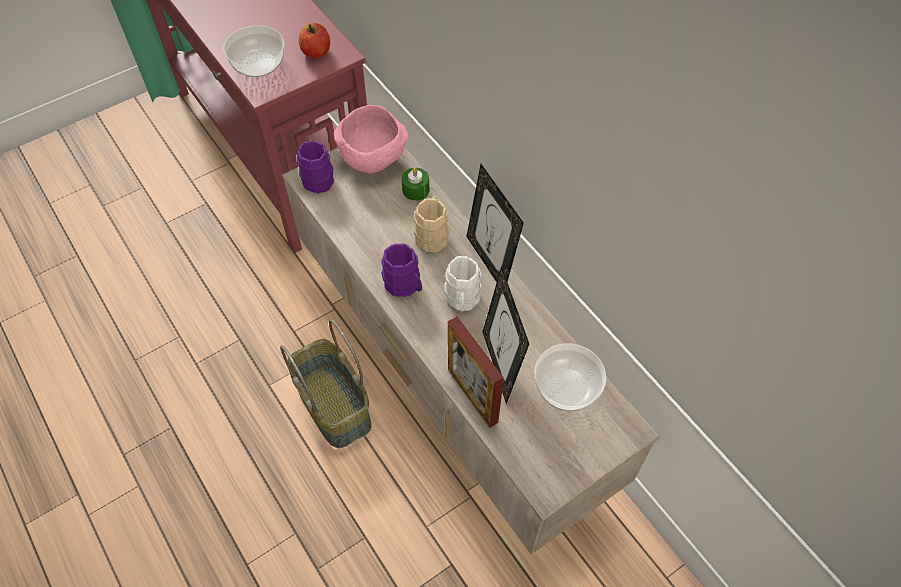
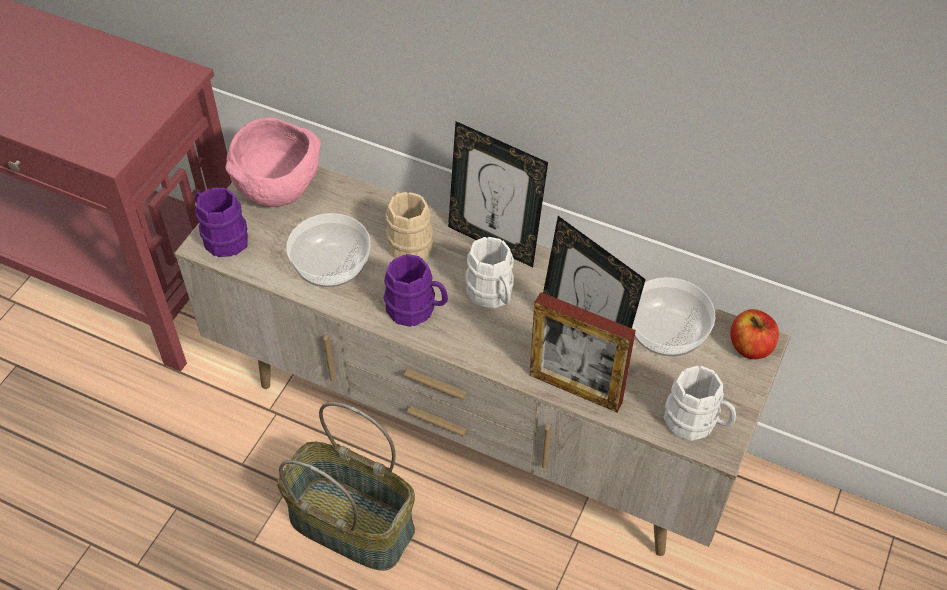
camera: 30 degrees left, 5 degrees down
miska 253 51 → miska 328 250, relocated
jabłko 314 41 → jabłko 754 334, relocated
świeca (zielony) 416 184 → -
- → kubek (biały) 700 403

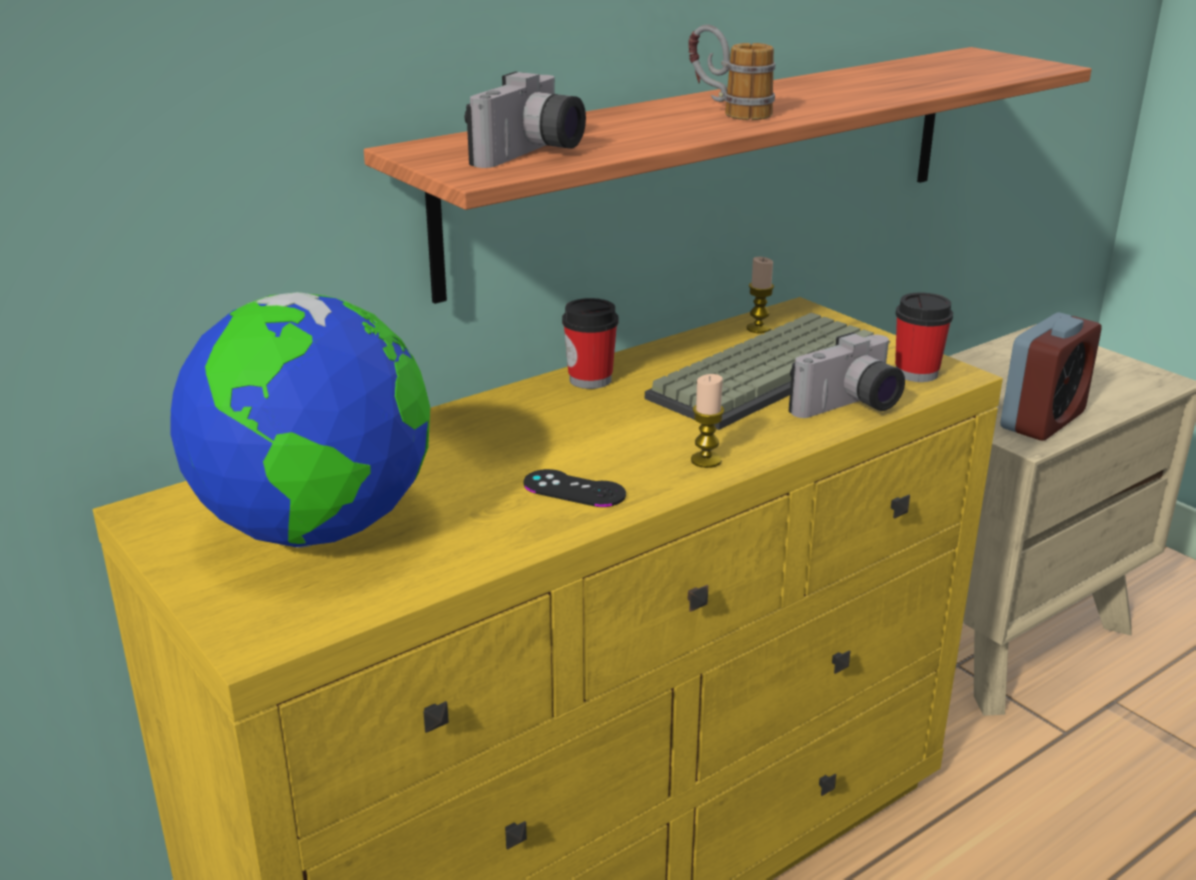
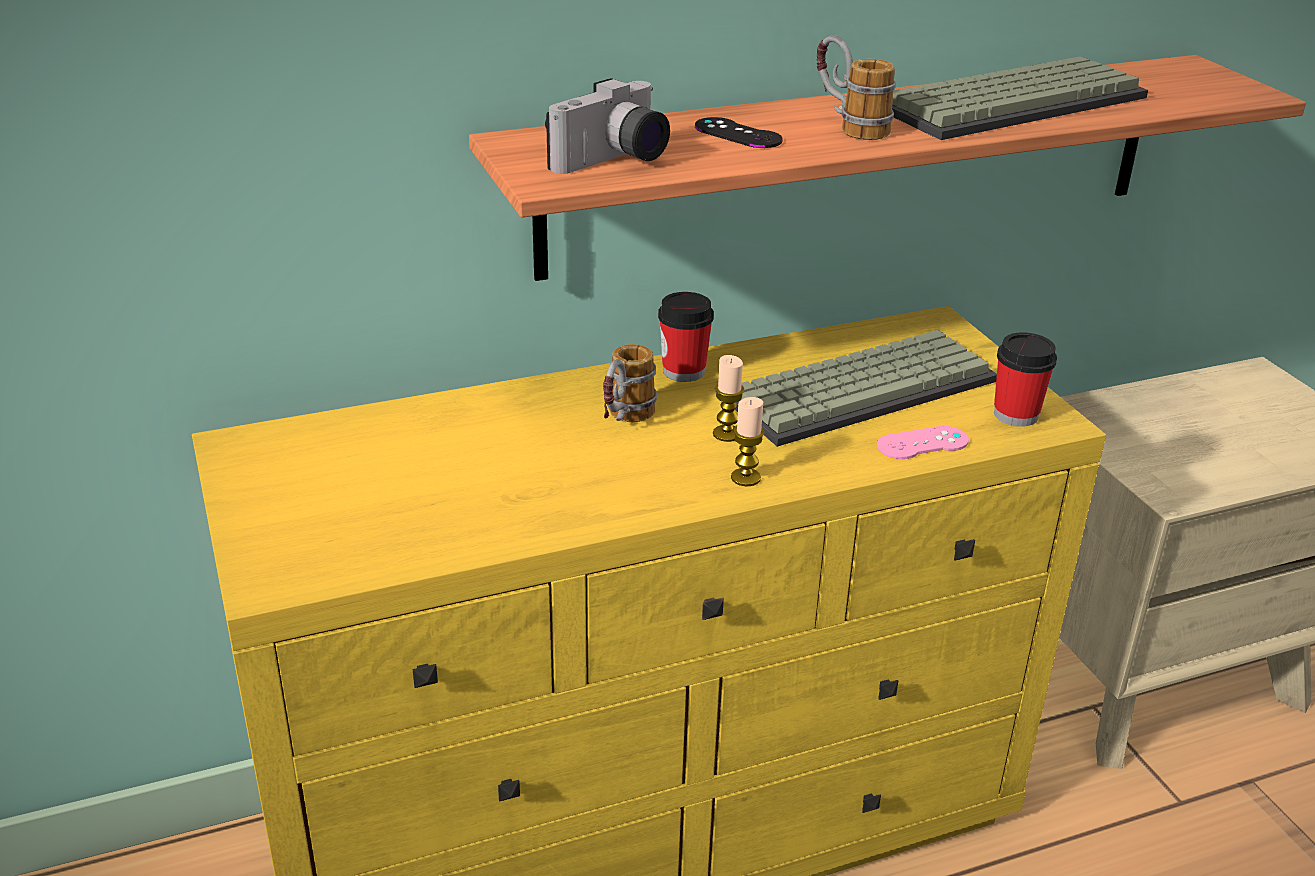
camera: 15 degrees right, 5 degrees up
globus 300 420 → -
pad do gier (czarny) 575 488 → pad do gier (czarny) 739 132, relocated
świeca 760 295 → świeca 728 398, relocated
aparat fotograficzny 847 375 → pad do gier (różowy) 923 442
budzik 1050 376 → -
- → kubek 630 383
- → klawiatura 1020 98

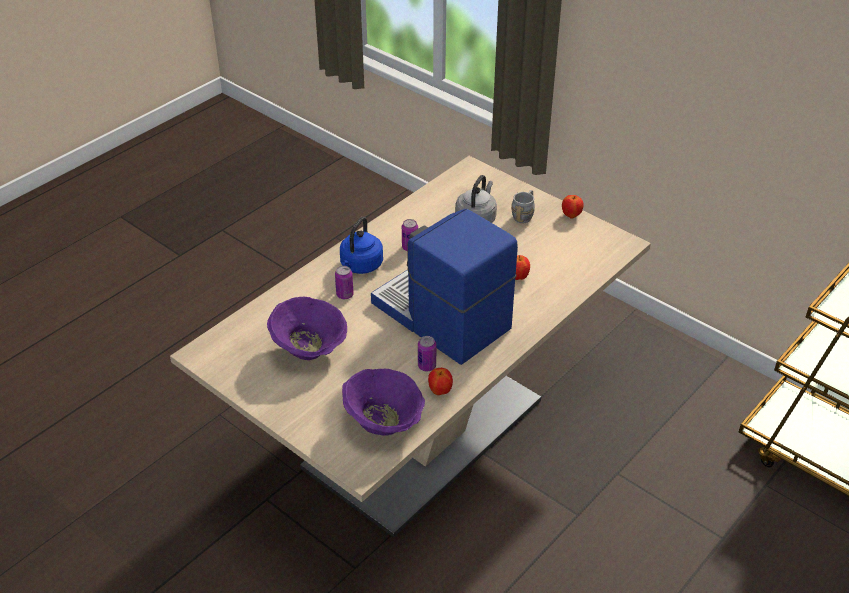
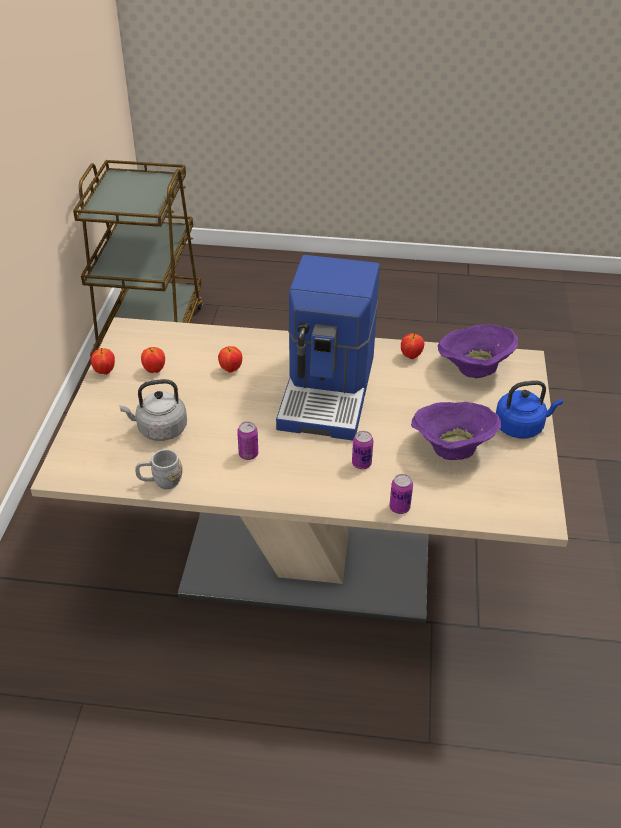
camera: 125 degrees left, 0 degrees up
czajnik (niebieski) 361 245 → czajnik (niebieski) 529 410, relocated
puszka 427 353 → puszka 401 494, relocated
kubek (szary) 523 206 → kubek (szary) 158 469, relocated
- → jabłko 153 360

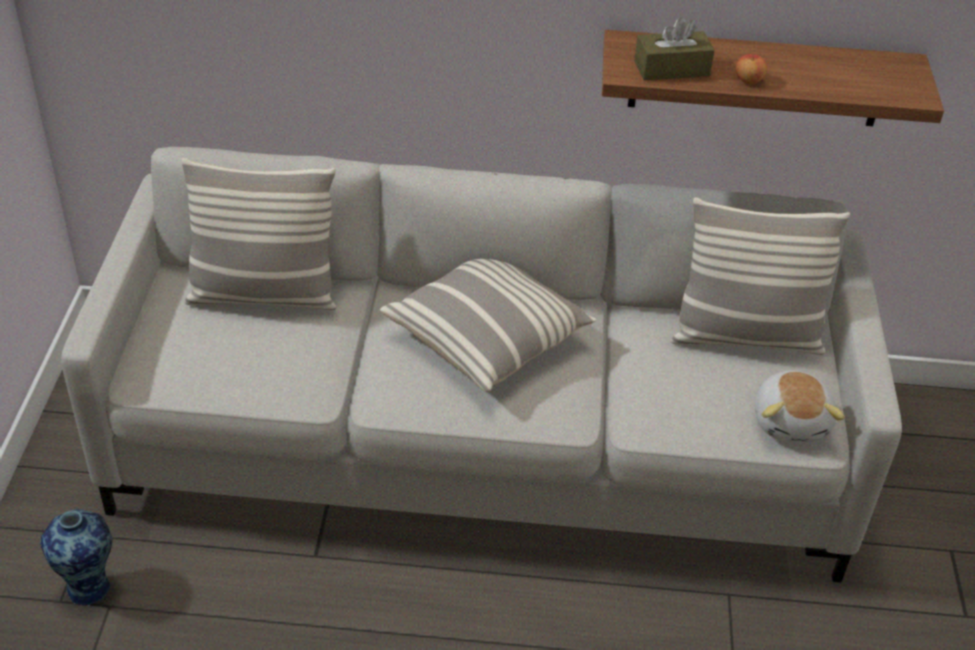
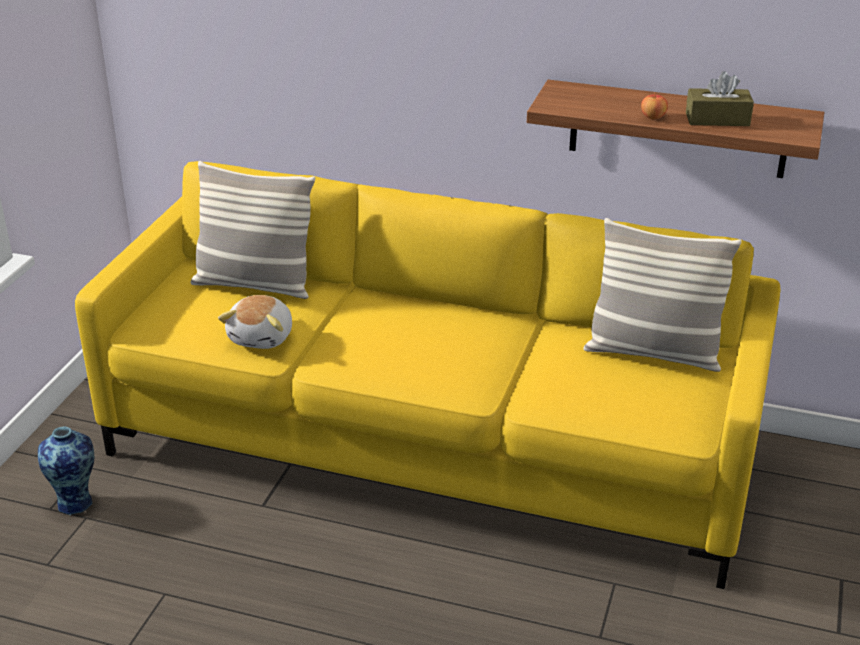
camera: 15 degrees right, 10 degrees down
kanapa (szary) 481 365 → kanapa (żółty) 427 375
poduszka 488 326 → -
pudełko chusteczek (brązowy) 674 48 → pudełko chusteczek (brązowy) 720 98, relocated
pluszak 800 405 → pluszak 255 322, relocated

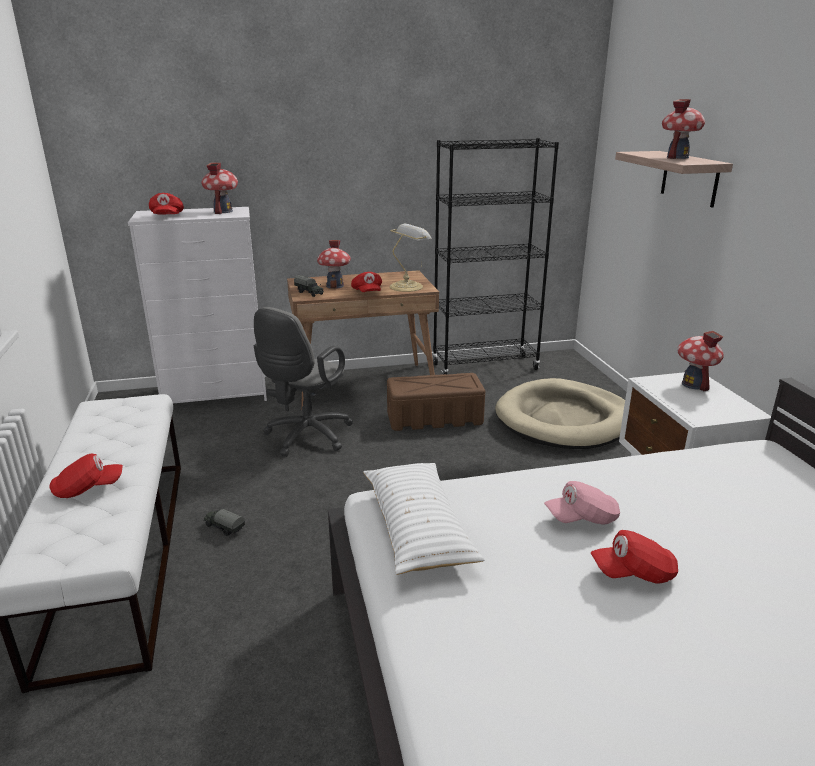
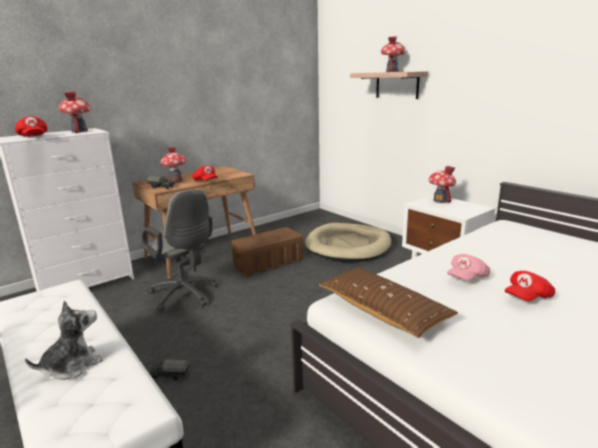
camera: 25 degrees left, 5 degrees down
czapka z daszkiem (czerwony) 86 476 → pluszak 64 340
krzesło biurowe (szary) 303 382 → krzesło biurowe (szary) 180 250, 45 degrees counterclockwise
poduszka (biały) 423 519 → poduszka (brązowy) 388 303
lampa stołowa 410 258 → -
regał (czarny) 495 256 → -

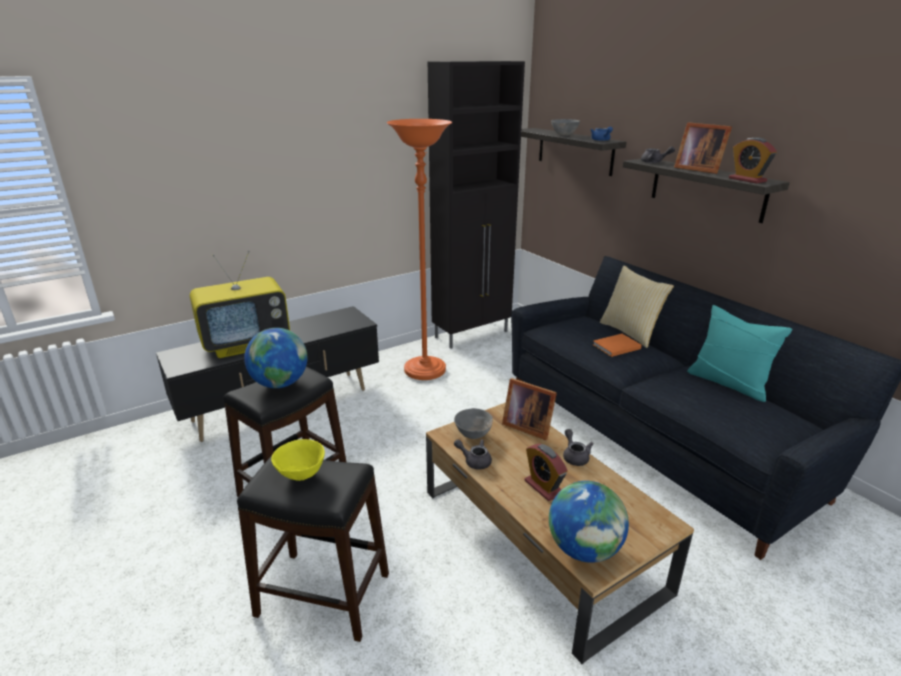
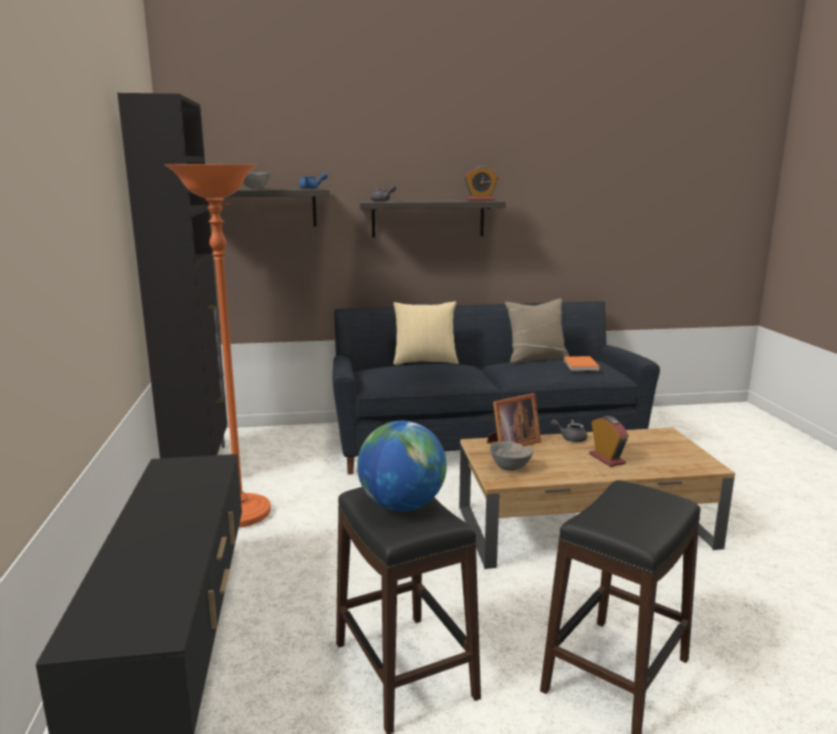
camera: 65 degrees left, 10 degrees down
telewizor 240 304 → -
miska (żółty) 298 460 → -
imbryk (szary) 473 454 → -
budzik 546 472 → budzik 609 441, 105 degrees counterclockwise
globus 589 522 → -
książka (pomarańczowy) 617 345 → książka (pomarańczowy) 581 363, relocated
ramka na zdjęcie 703 148 → -
poduszka (turkusowy) 739 353 → poduszka (beżowy) 537 330

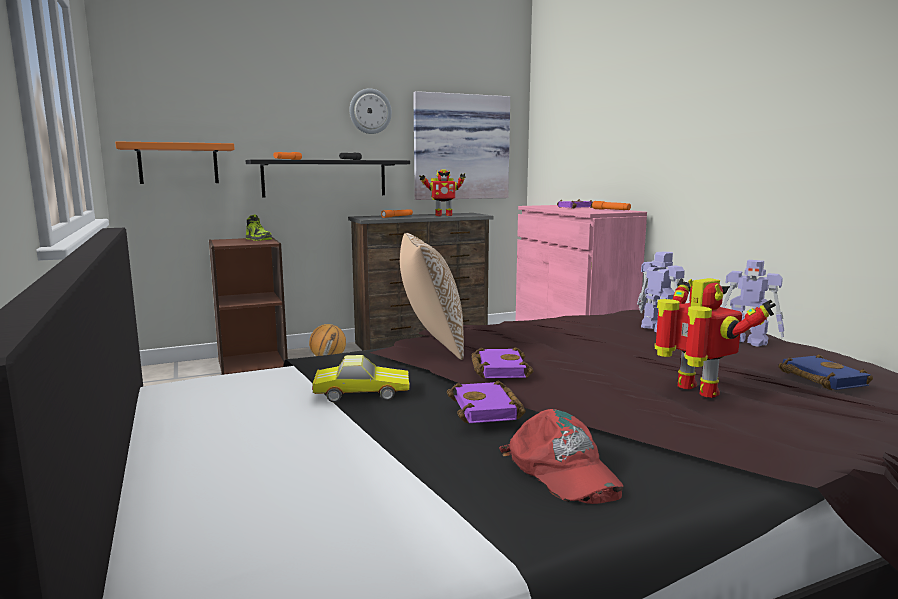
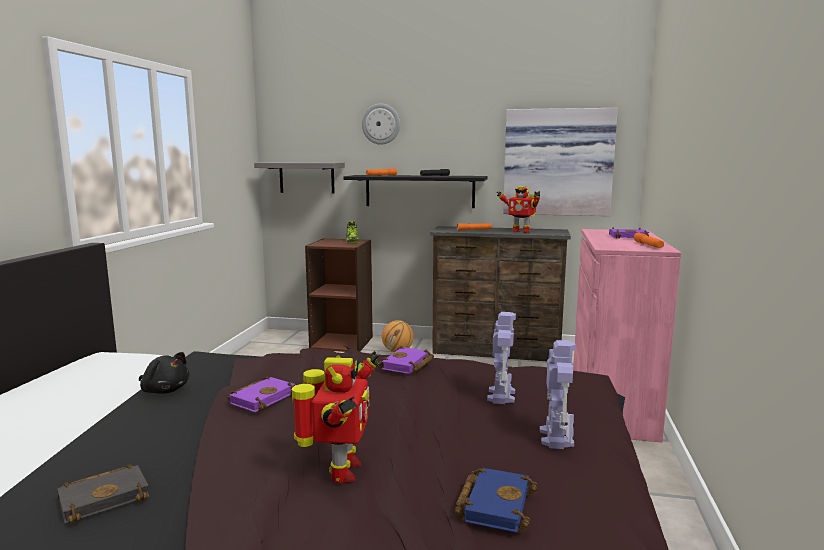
camera: 35 degrees right, 0 degrees up
półka (pomarańczowy) 175 162 → półka (szary) 299 178
samochodzik 361 378 → pluszak (czarny) 164 373
zegar ścienny 371 111 → zegar ścienny 381 124, relocated
poduszka 432 296 → -
książka (fioletowy) 486 402 → książka (fioletowy) 406 360, relocated
czapka z daszkiem (czerwony) 561 456 → książka (czarny) 103 494
robot zabawkowy 752 303 → robot zabawkowy 557 394, 150 degrees counterclockwise

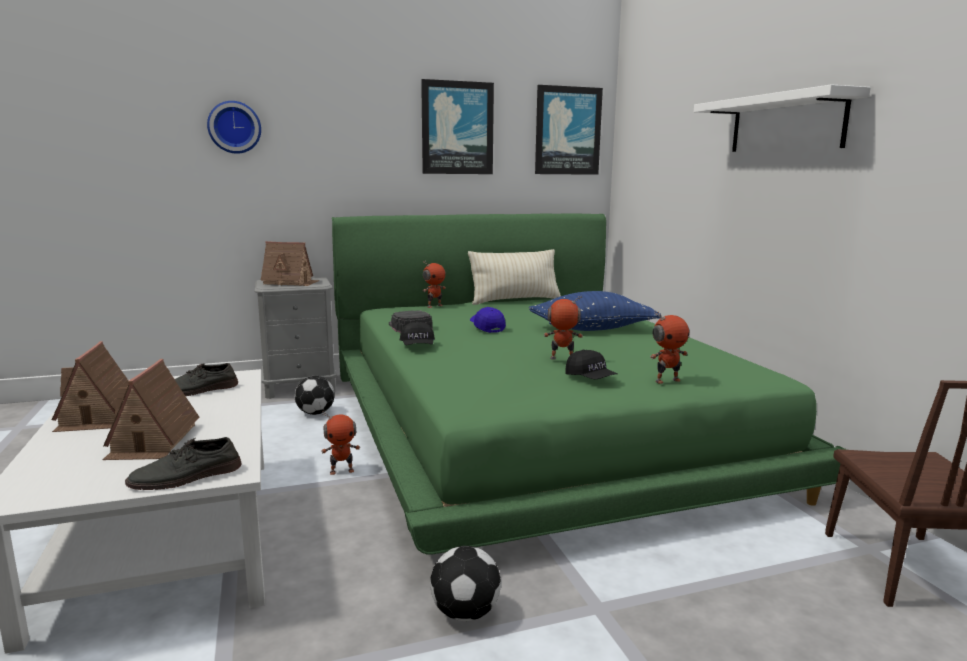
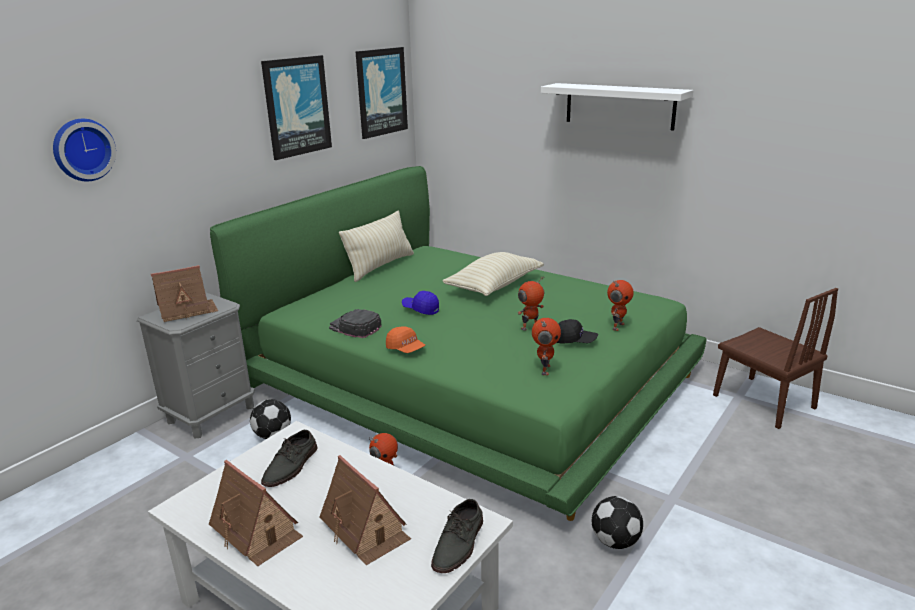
camera: 35 degrees left, 10 degrees up
czapka z daszkiem (czarny) 417 333 → czapka z daszkiem (pomarańczowy) 405 340
robot zabawkowy 434 284 → robot zabawkowy 546 346, relocated
poduszka (niebieski) 595 311 → poduszka (beżowy) 493 274

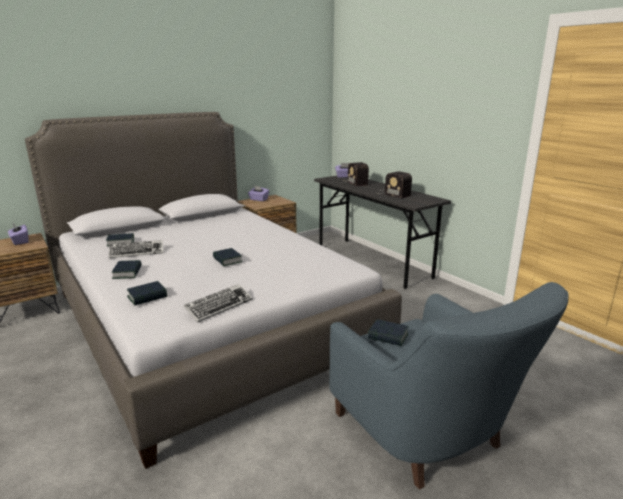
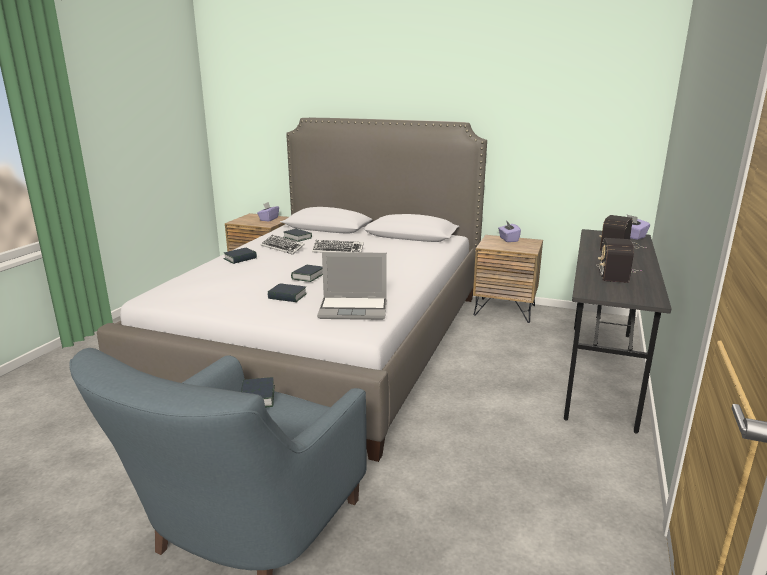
camera: 55 degrees right, 0 degrees up
książka 147 293 → książka 287 292, relocated
klawiatura 218 303 → klawiatura 338 246, relocated
- → laptop 352 286

